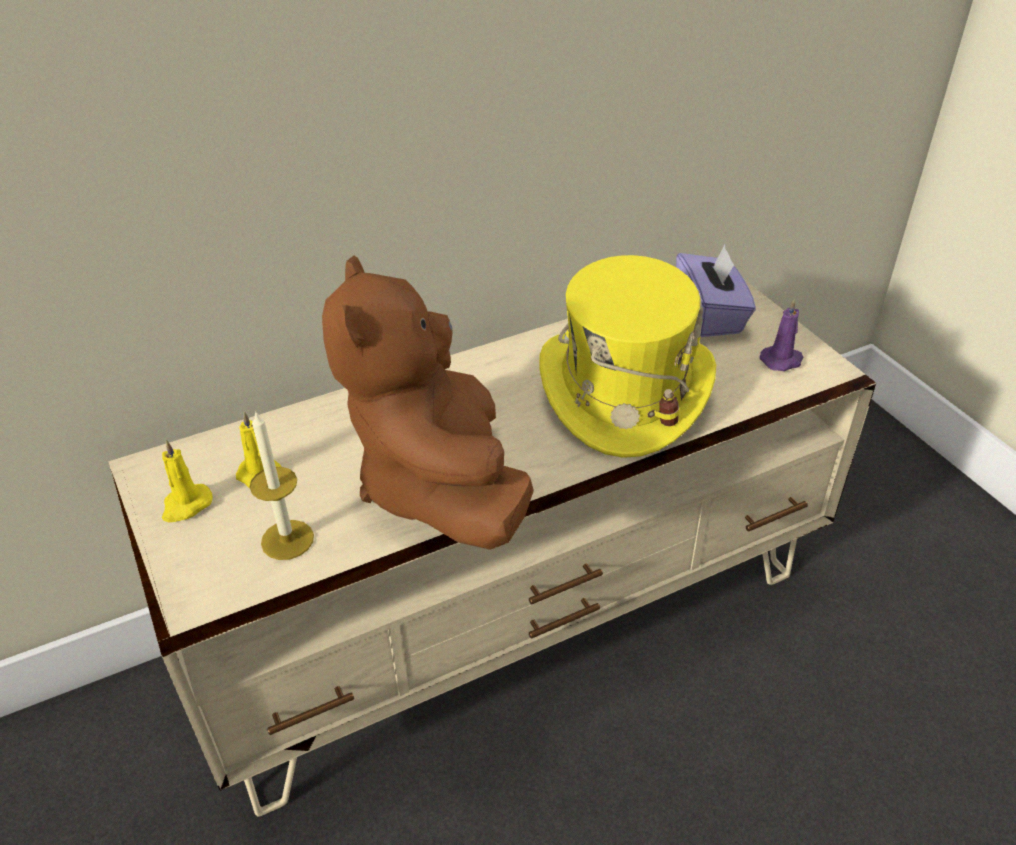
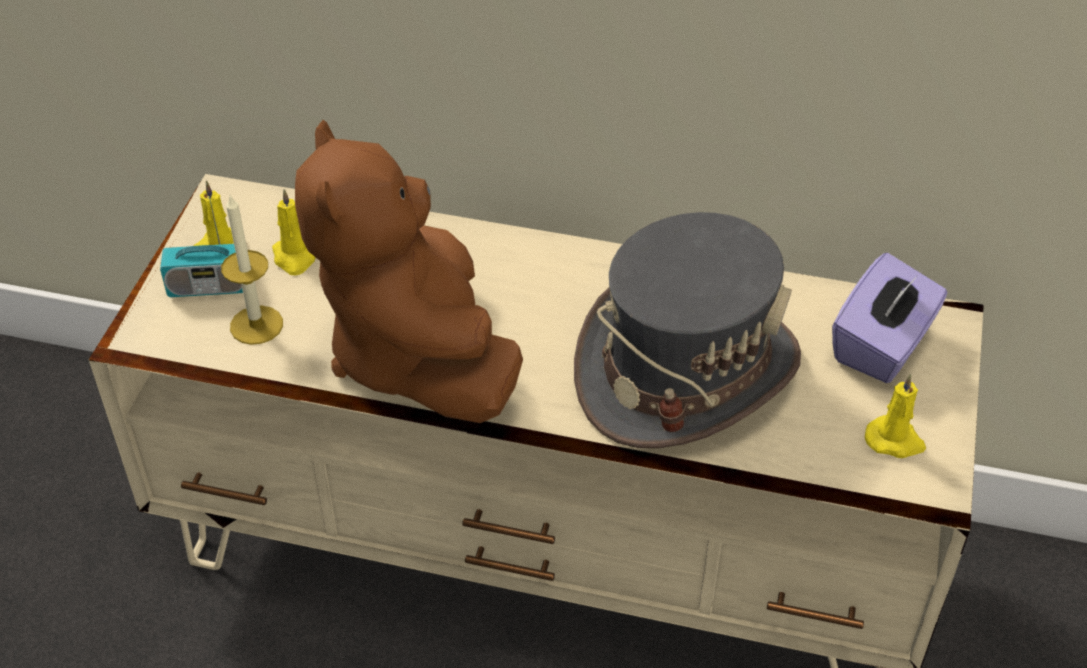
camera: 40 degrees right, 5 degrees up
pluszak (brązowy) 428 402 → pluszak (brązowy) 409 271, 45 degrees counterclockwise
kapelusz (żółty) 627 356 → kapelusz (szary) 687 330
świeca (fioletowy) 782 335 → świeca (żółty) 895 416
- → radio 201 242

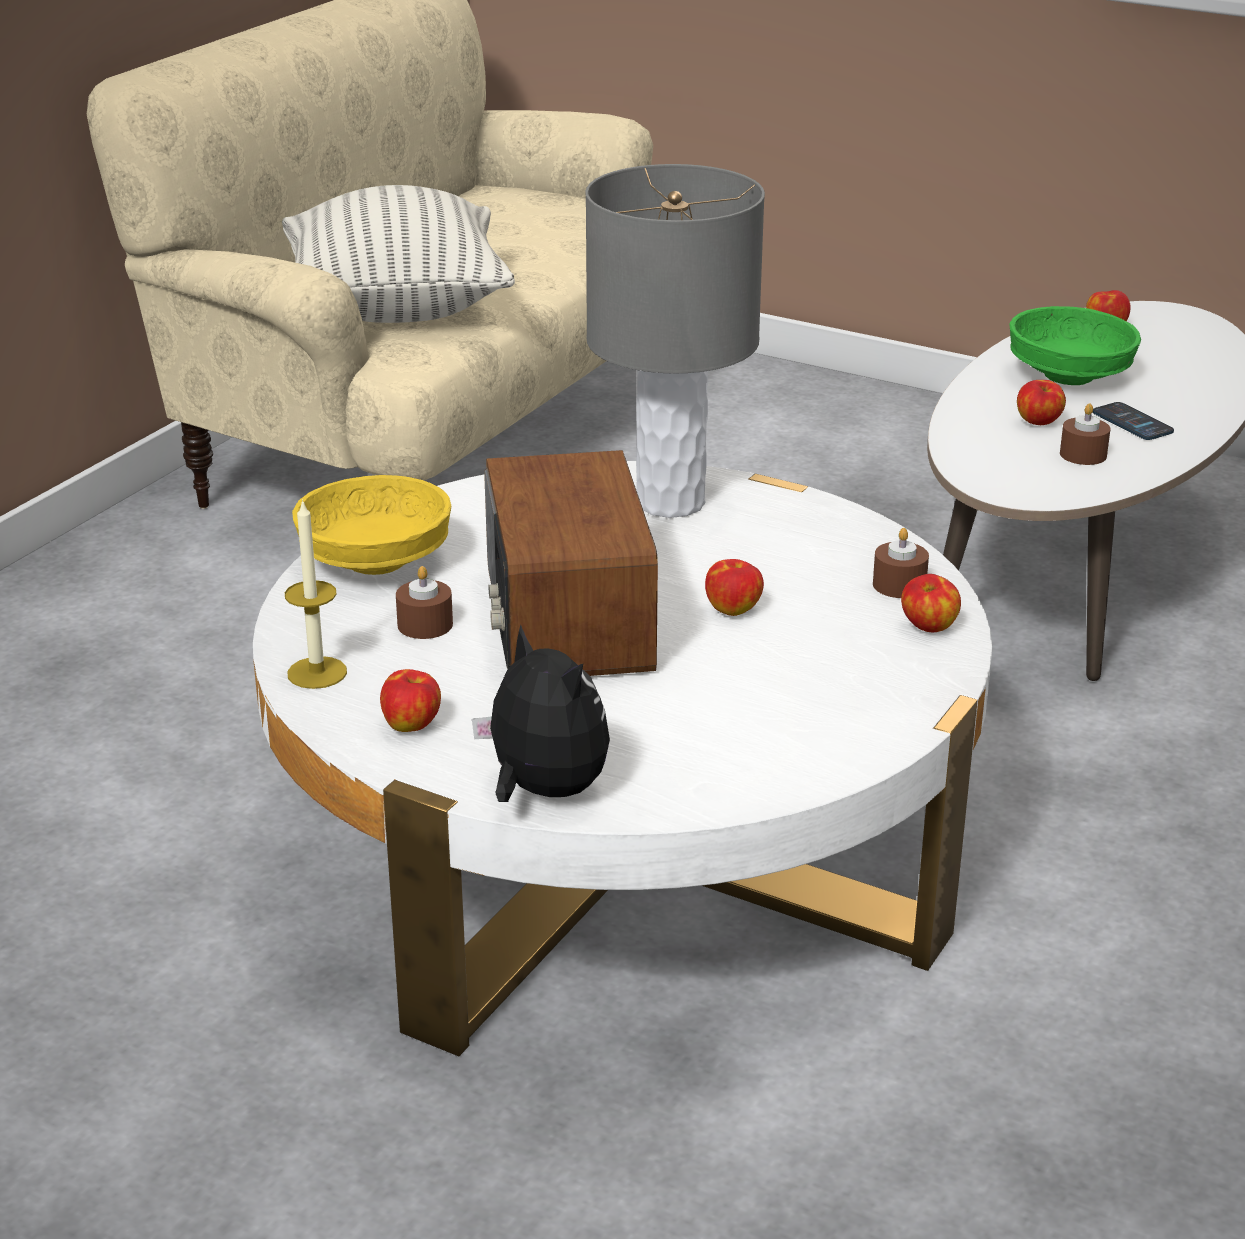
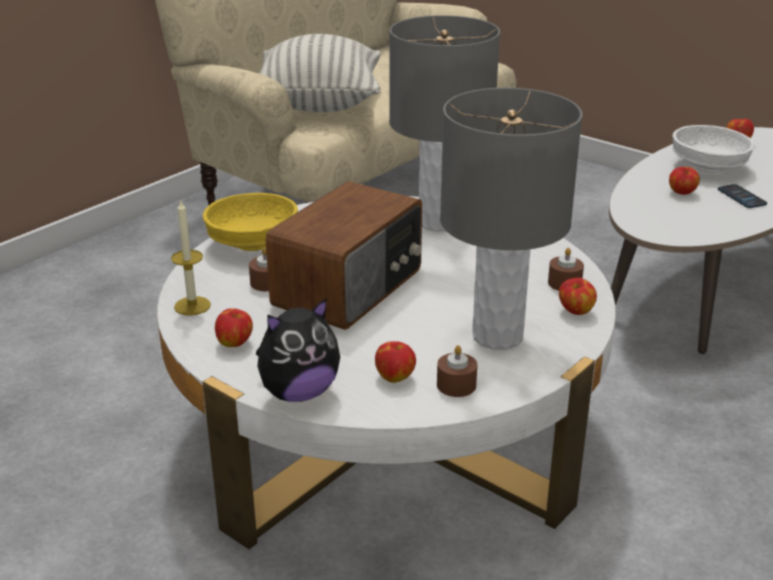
camera: 10 degrees right, 0 degrees up
pluszak 541 713 → pluszak 298 350, 90 degrees clockwise
radio 571 563 → radio 344 255, 150 degrees counterclockwise
jabłko 734 587 → jabłko 395 362, relocated
miska (zielony) 1075 345 → miska (biały) 713 149
świeca (brązowy) 1085 434 → świeca (brązowy) 457 371, relocated
- → lampa stołowa (szary) 511 219

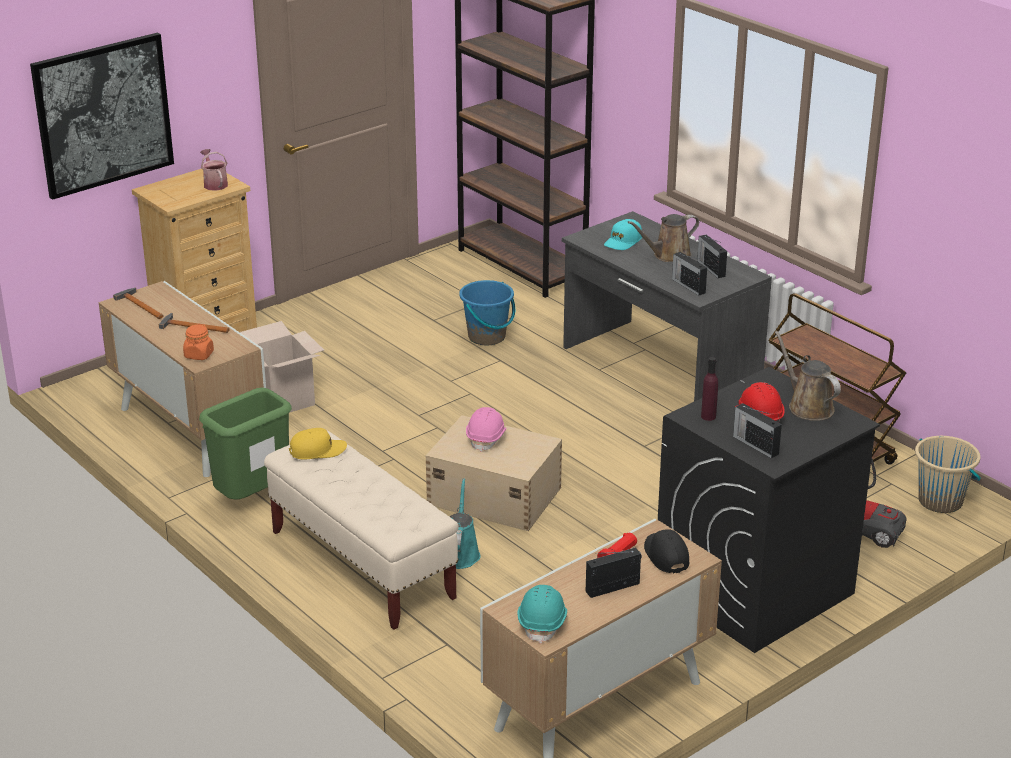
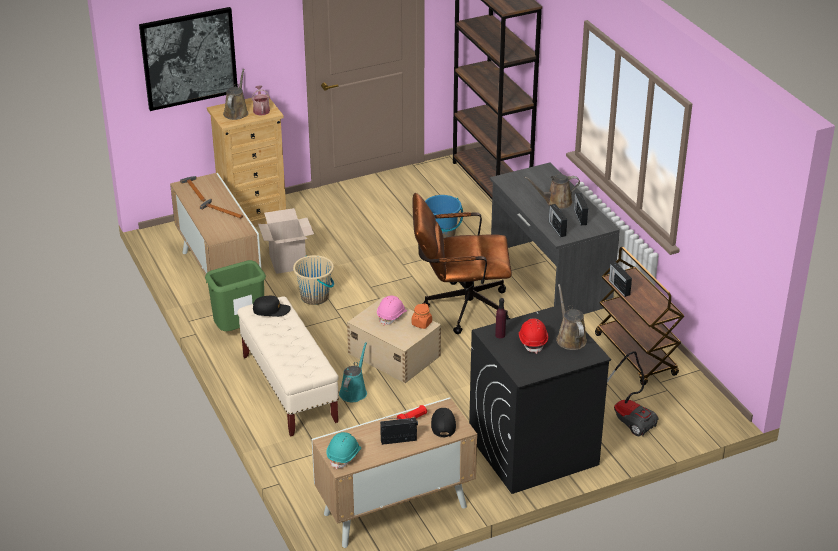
camera: 15 degrees right, 5 degrees up
słoik (pomarańczowy) 198 342 → słoik (pomarańczowy) 421 316, relocated
czapka z daszkiem (żółty) 318 443 → czapka z daszkiem (czarny) 272 306
czapka z daszkiem (turkusowy) 623 234 → -
radio 757 430 → radio 620 279, relocated
wiadro (beżowy) 948 474 → wiadro (beżowy) 313 280, relocated
- → konewka (brązowy) 236 94
- → krzesło biurowe (brązowy) 462 263

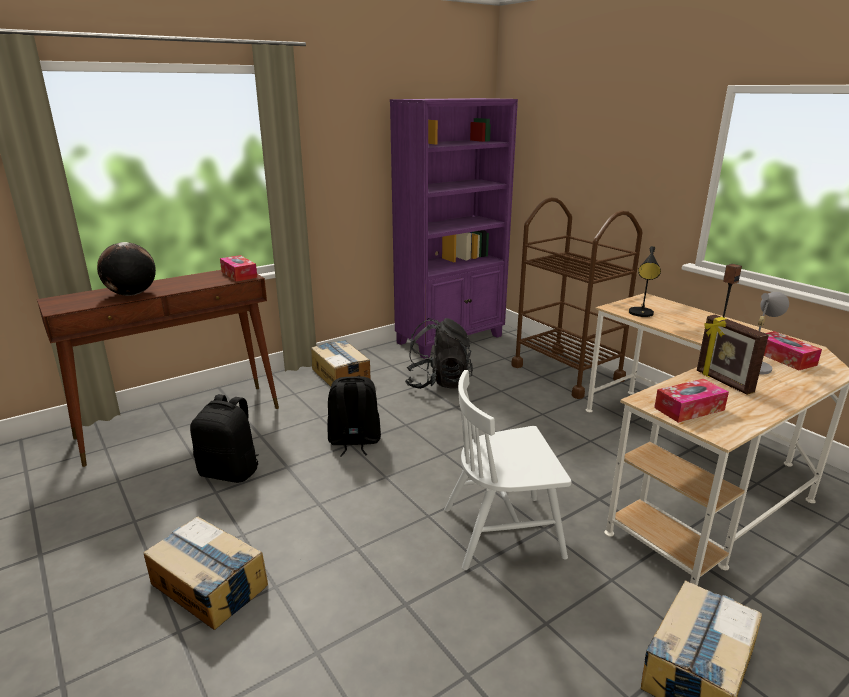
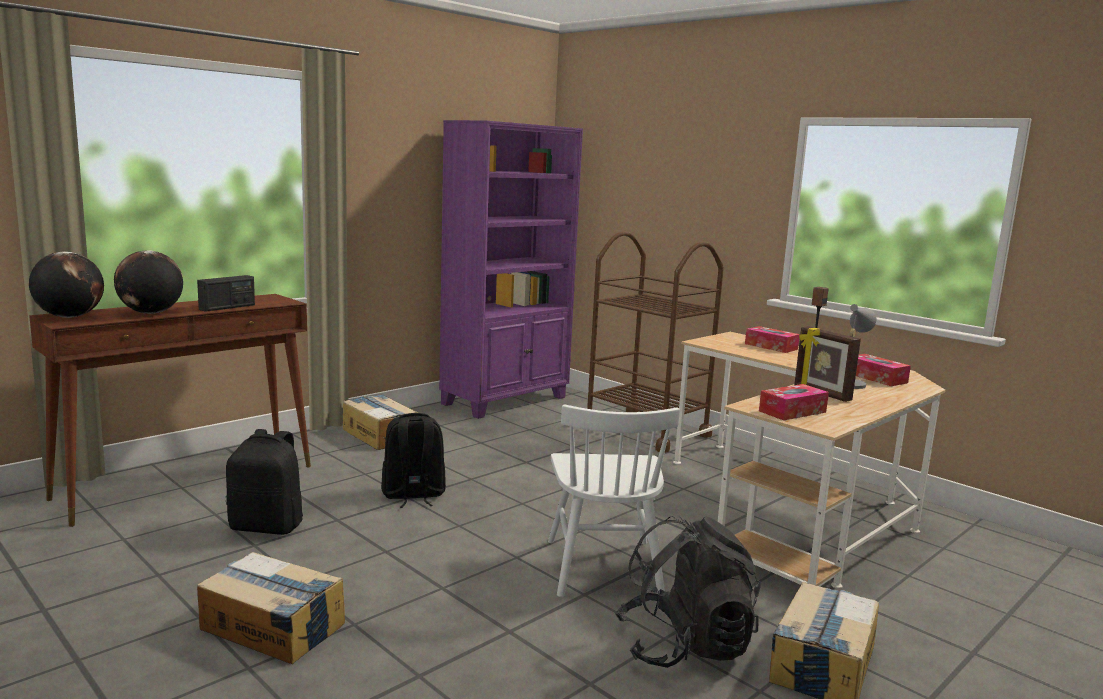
camera: 10 degrees left, 10 degrees down
pudełko chusteczek 238 268 → pudełko chusteczek 772 339, relocated
plecak (czarny) 439 353 → plecak (czarny) 688 592, relocated
krzesło (biały) 507 470 → krzesło (biały) 614 500, 75 degrees counterclockwise
lampa stołowa (czarny) 645 281 → -
- → globus 66 284
- → radio 226 293

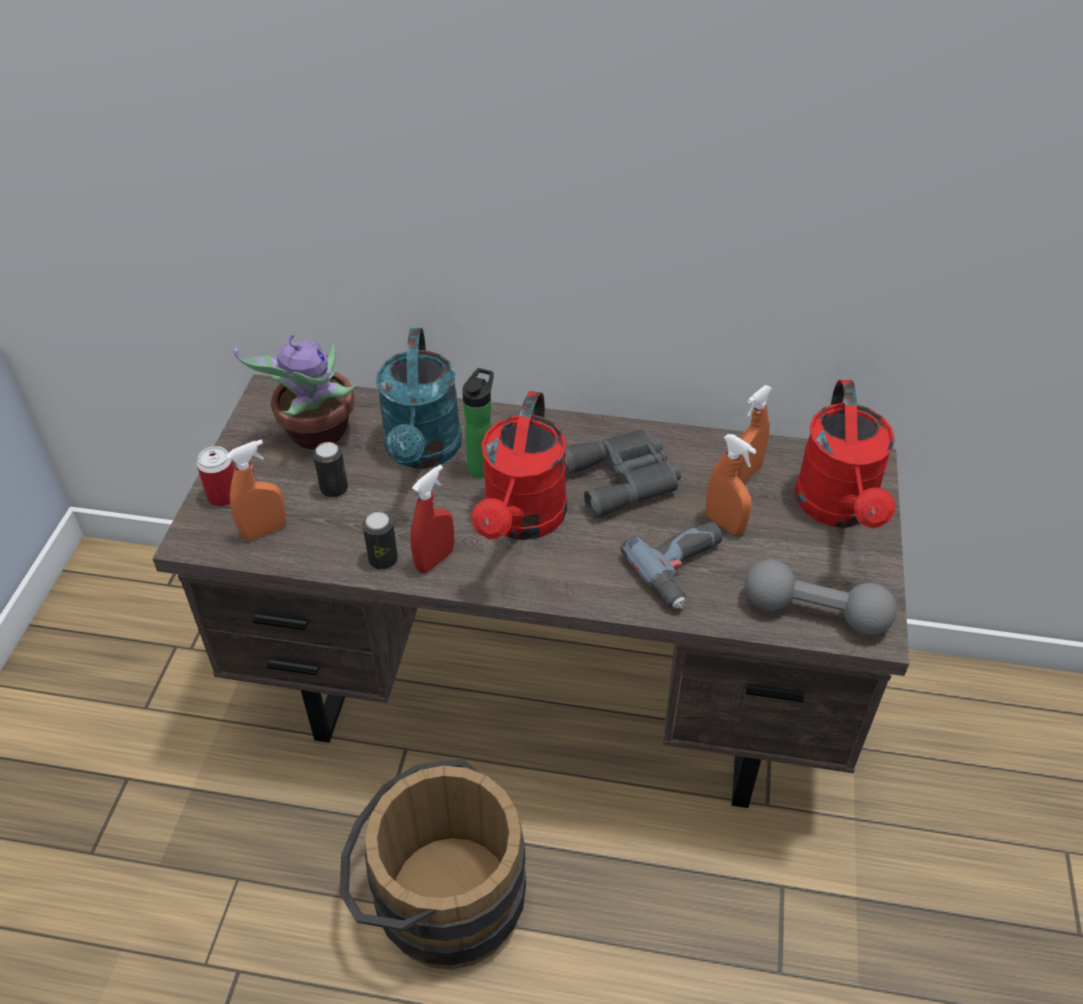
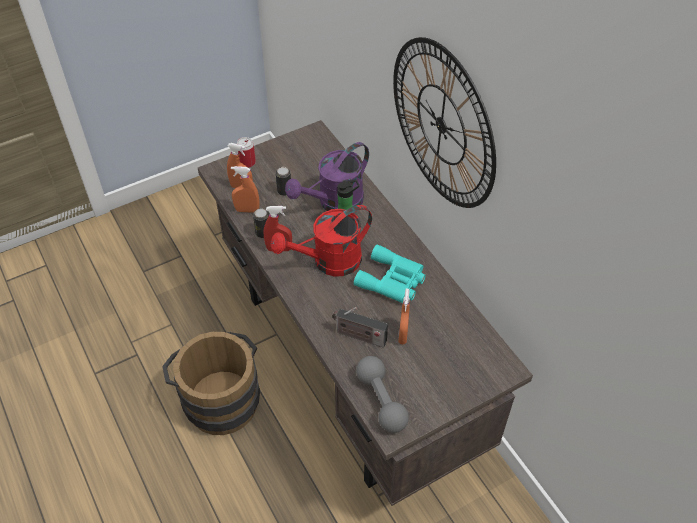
camera: 50 degrees right, 5 degrees up
roślina doniczkowa 294 392 → -
konewka (turkusowy) 419 398 → konewka (fioletowy) 327 176
lornetka (szary) 622 474 → lornetka (turkusowy) 390 274
wiertarka 671 565 → radio 360 327
spryskiwacz (pomarańczowy) 754 434 → spryskiwacz (pomarańczowy) 245 189, relocated
konewka (czerwony) 845 454 → -
- → zegar ścienny 444 122

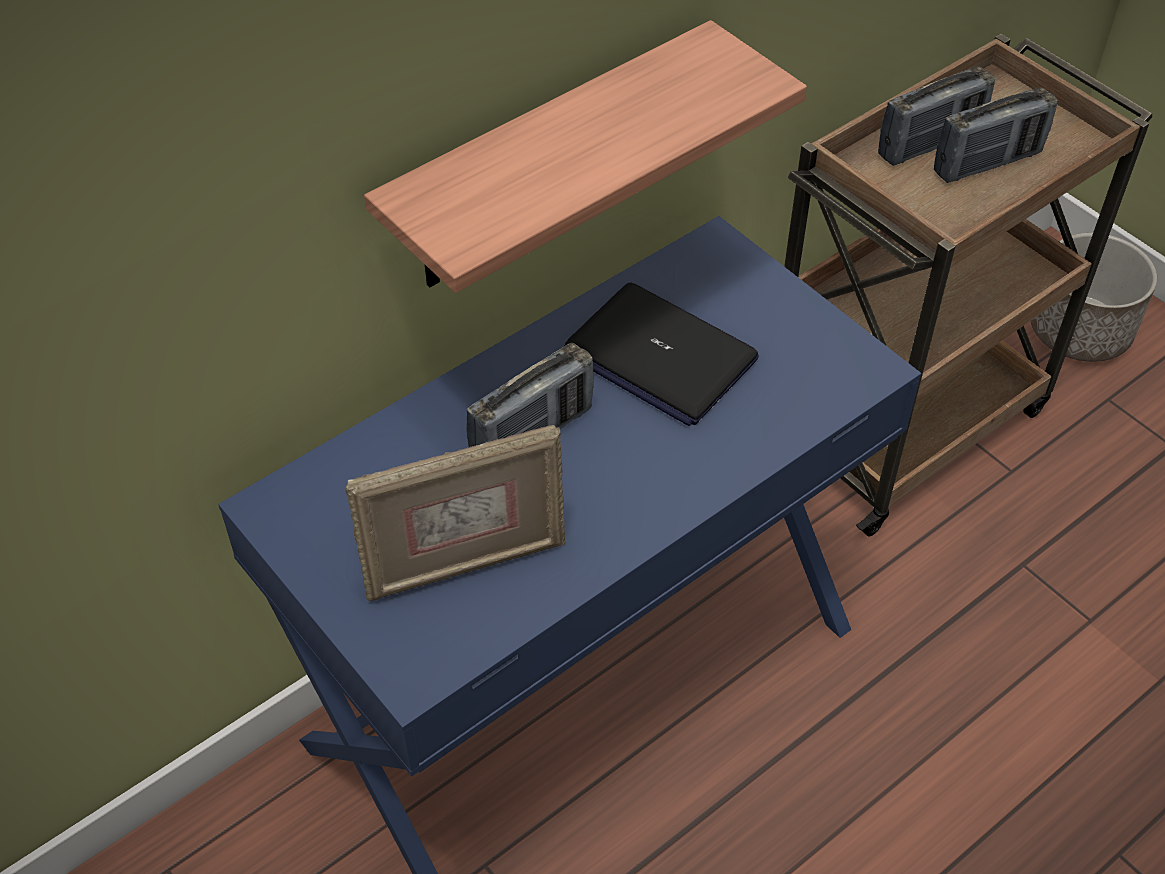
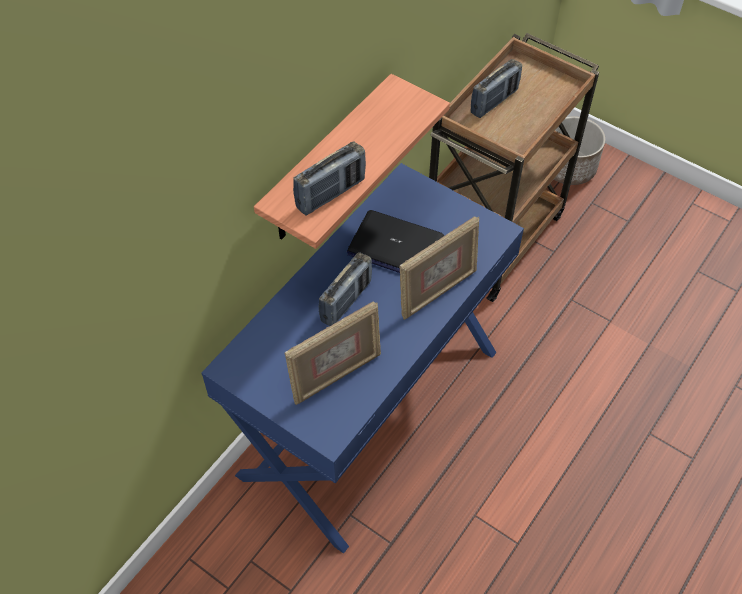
camera: 15 degrees left, 5 degrees up
radio 996 135 → radio 329 178, relocated
- → ramka na zdjęcie 439 268

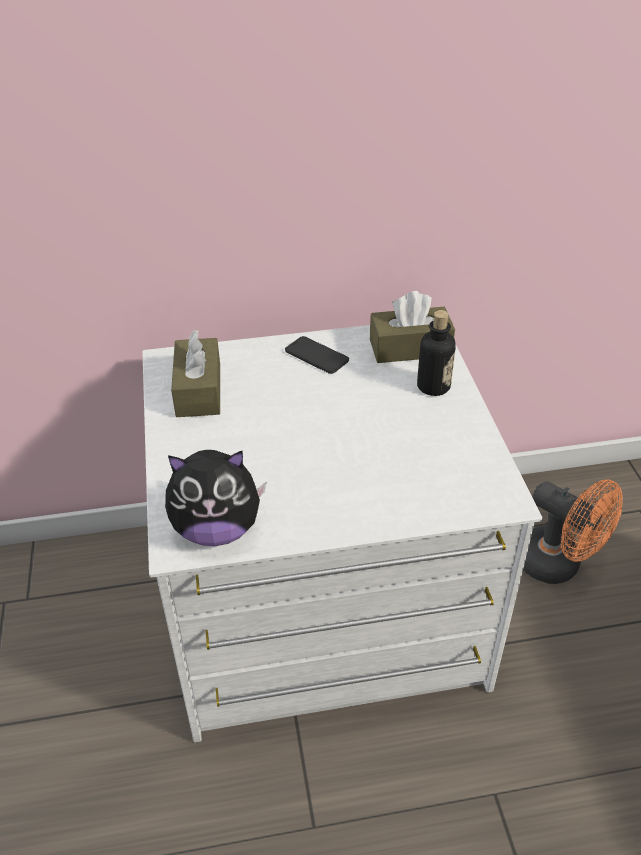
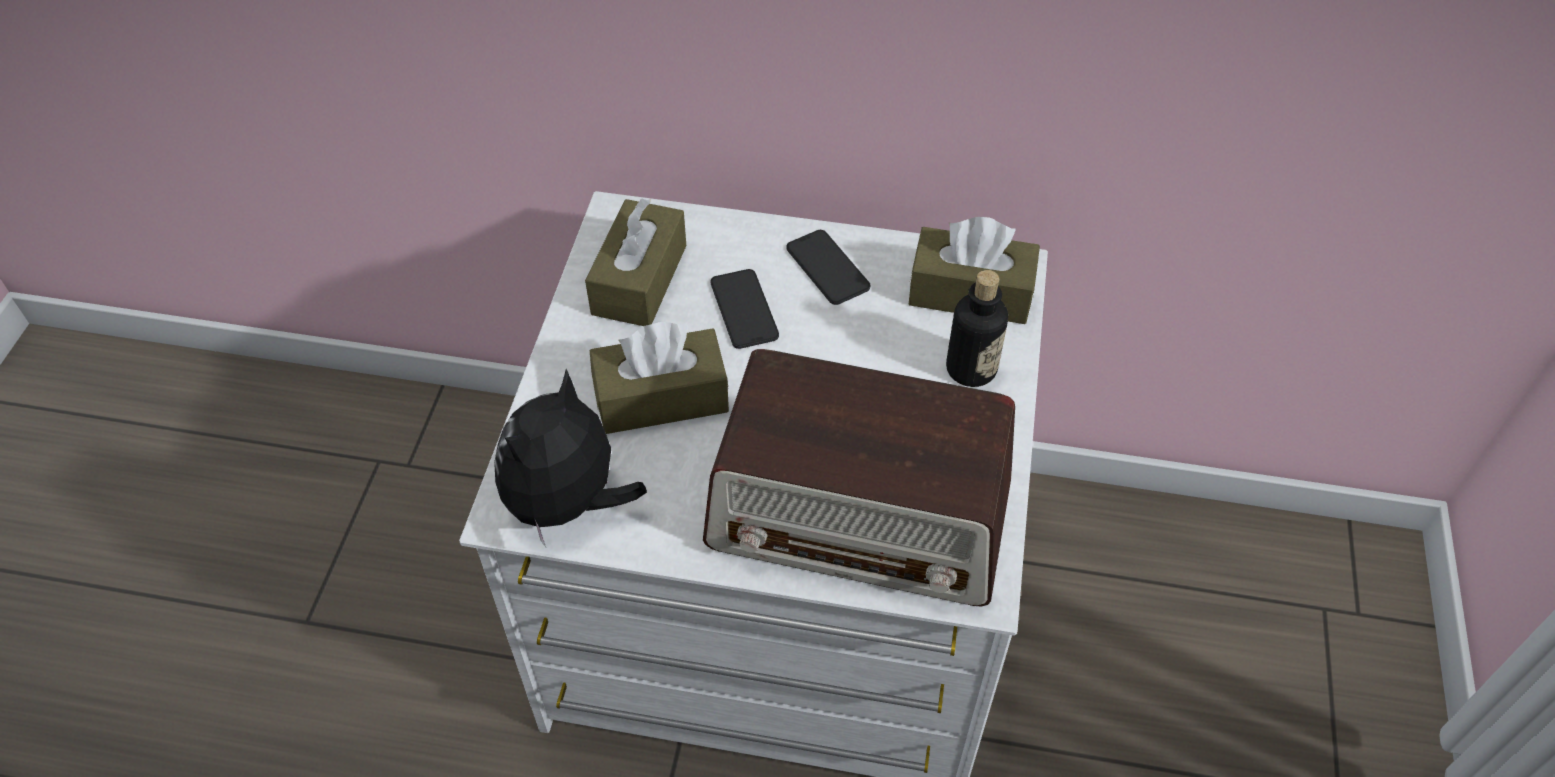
camera: 20 degrees right, 10 degrees up
pluszak 215 498 → pluszak 570 458, 105 degrees clockwise
wentylator (pomarańczowy) 573 532 → -
- → pudełko chusteczek (brązowy) 659 378
- → radio 859 477
- → telefon 745 309

